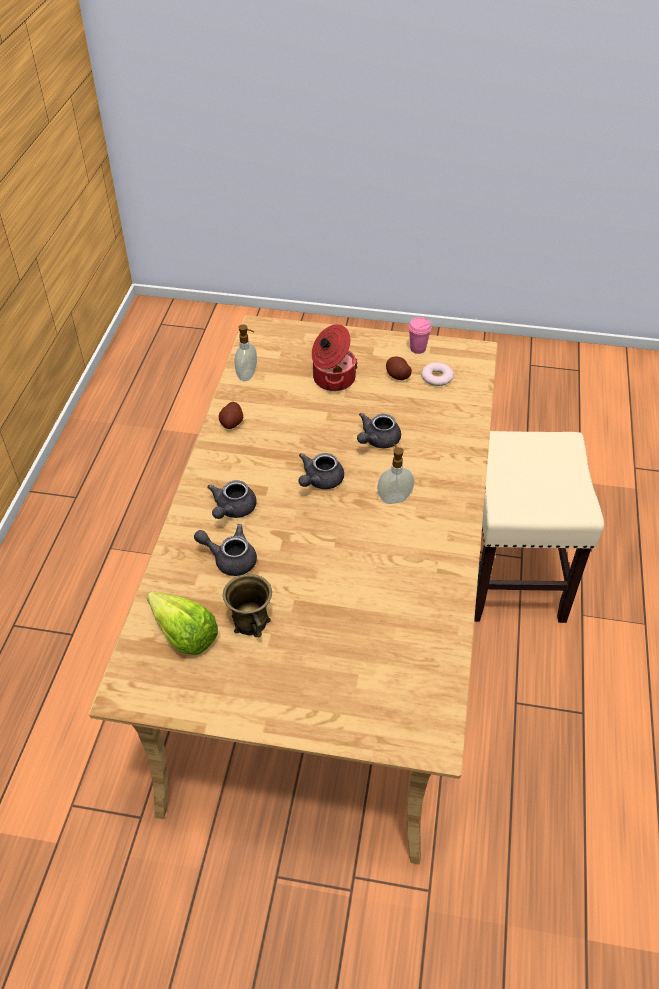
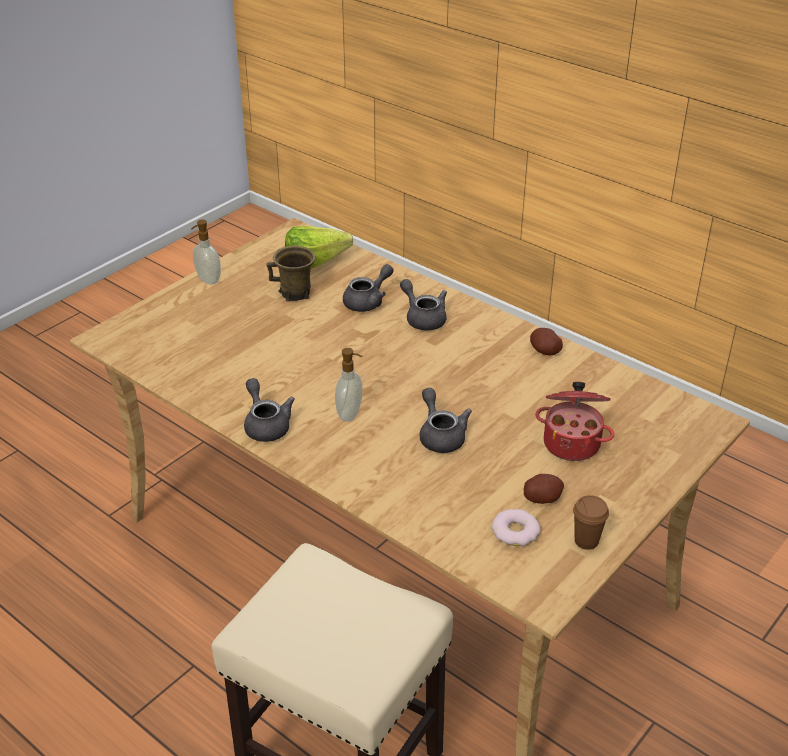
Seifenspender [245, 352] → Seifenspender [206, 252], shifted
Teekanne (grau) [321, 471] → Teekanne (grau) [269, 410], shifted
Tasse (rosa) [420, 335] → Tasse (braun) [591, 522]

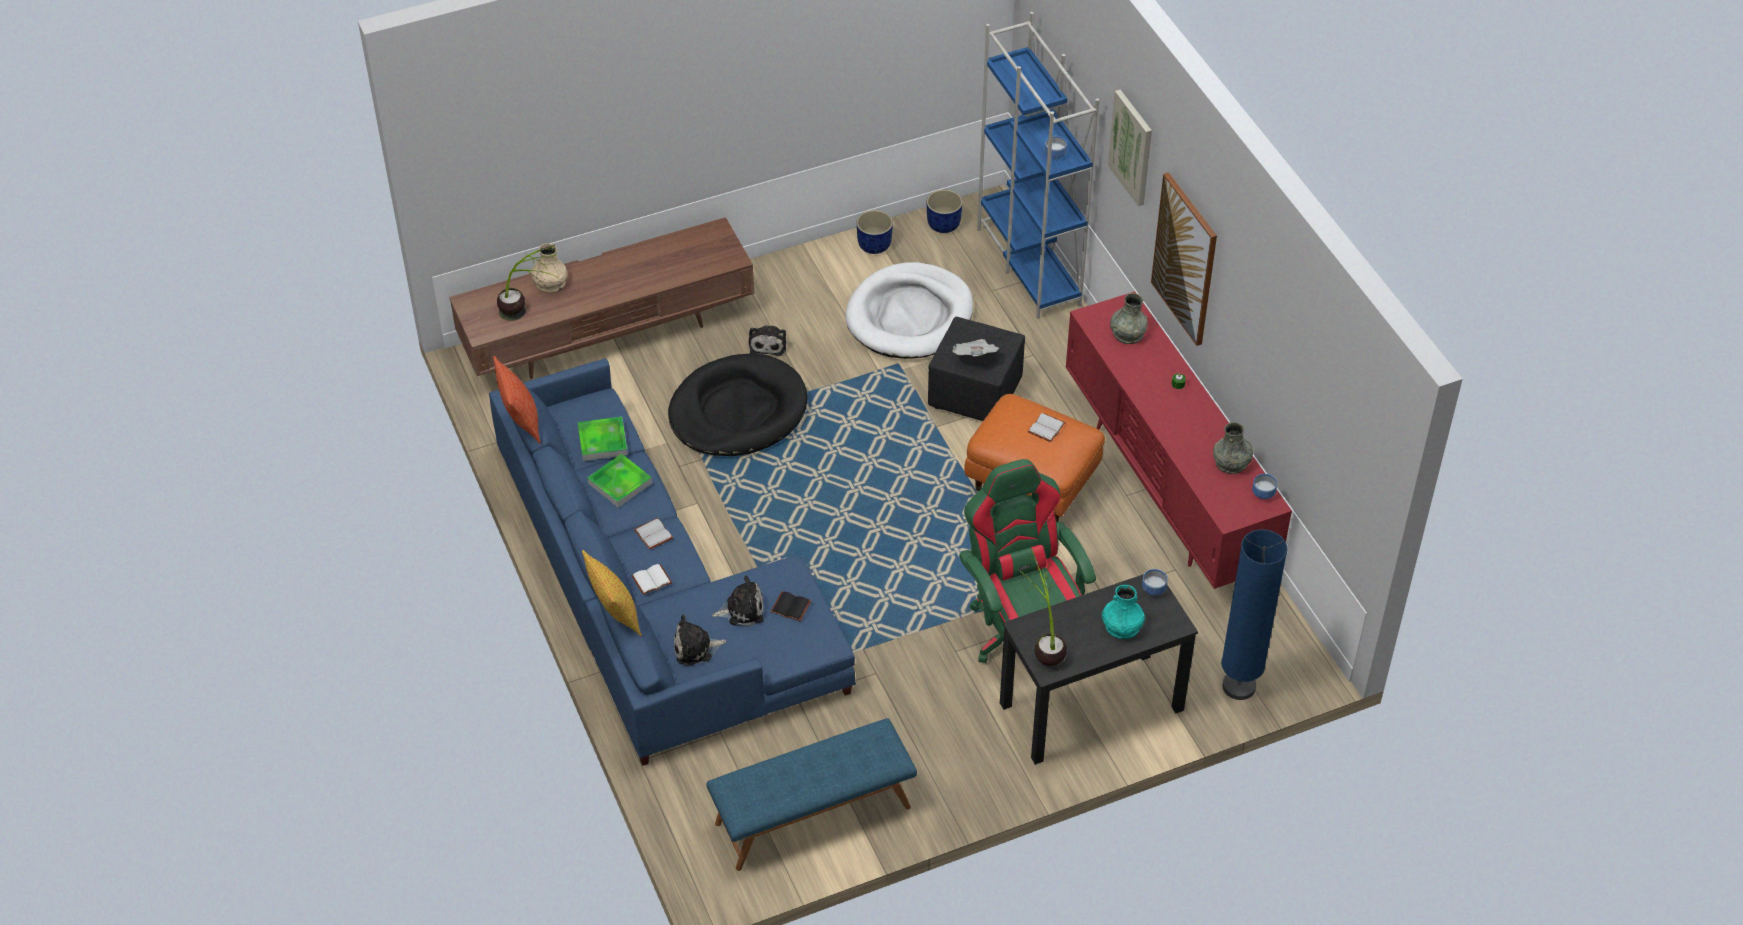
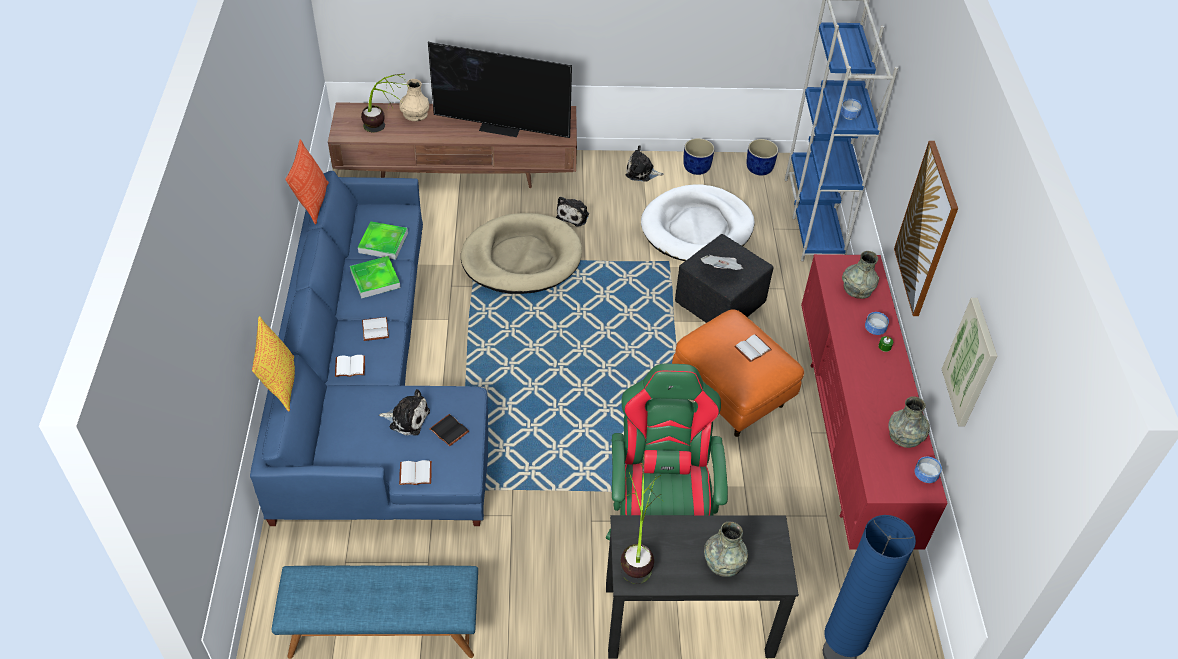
- → Buch (weiß) [415, 472]
- → Fernseher [500, 90]
Hundebett (schwarz) [737, 405] → Hundebett (beige) [521, 253]
Plüschtier [700, 640] → Plüschtier [645, 163], shifted
Vase (türkis) [1123, 612] → Vase (grau) [726, 549]
Schüssel [1154, 582] → Schüssel [877, 323], shifted
Bild [1130, 148] → Bild [969, 362], shifted

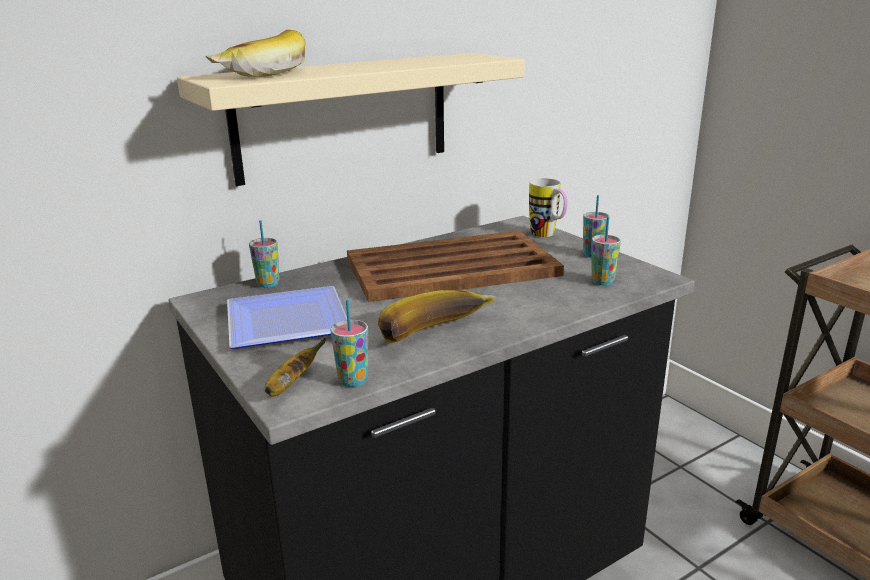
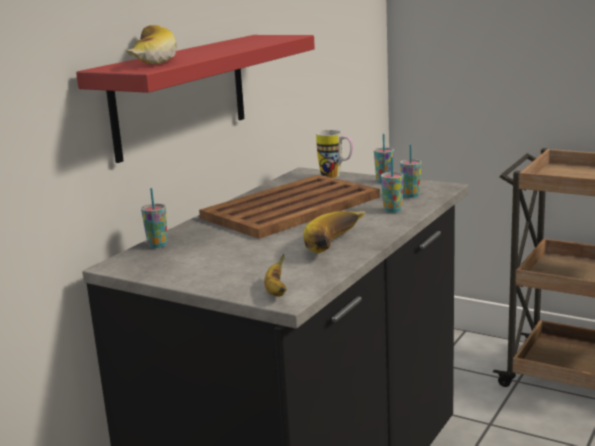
Wandregal (beige) [351, 119] → Wandregal (rot) [195, 99]
Tasse [349, 343] → Tasse [392, 185], shifted
Teller [287, 317] → -

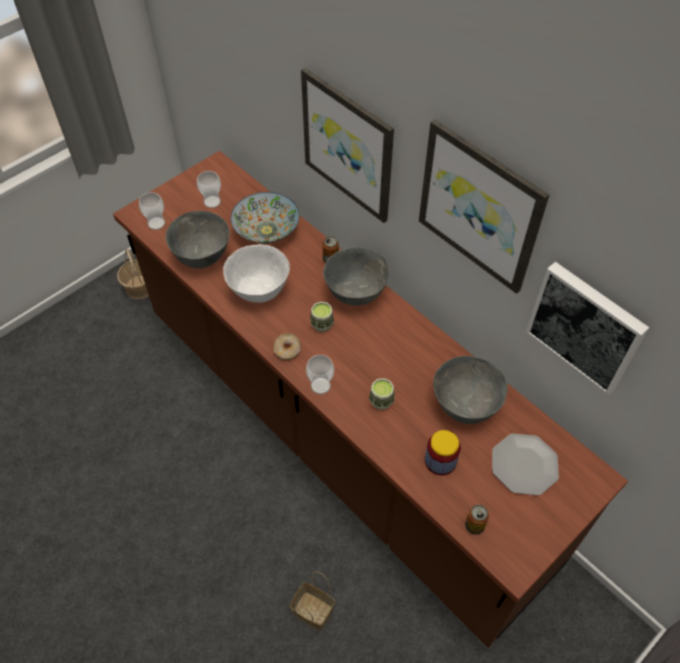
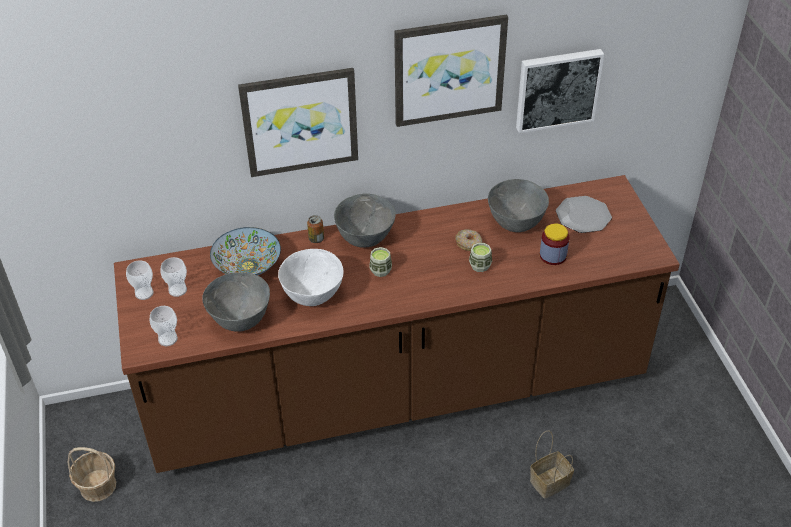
Tasse [320, 375] → Tasse [140, 280], shifted
Donut [287, 347] → Donut [468, 240], shifted
Dose [477, 520] → -

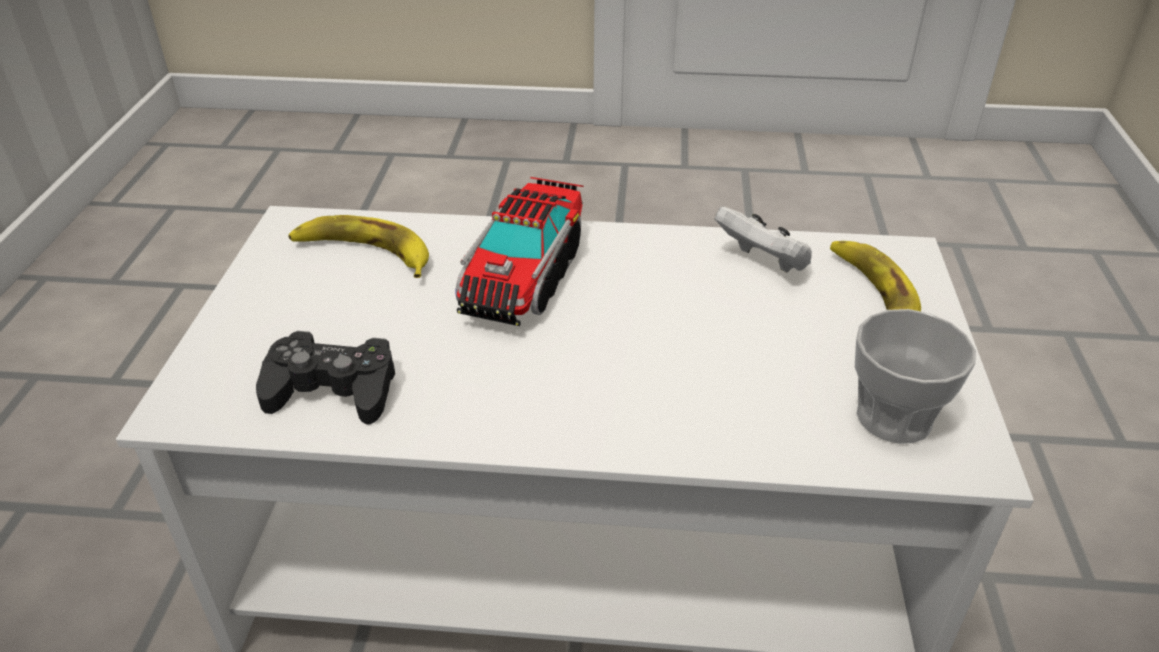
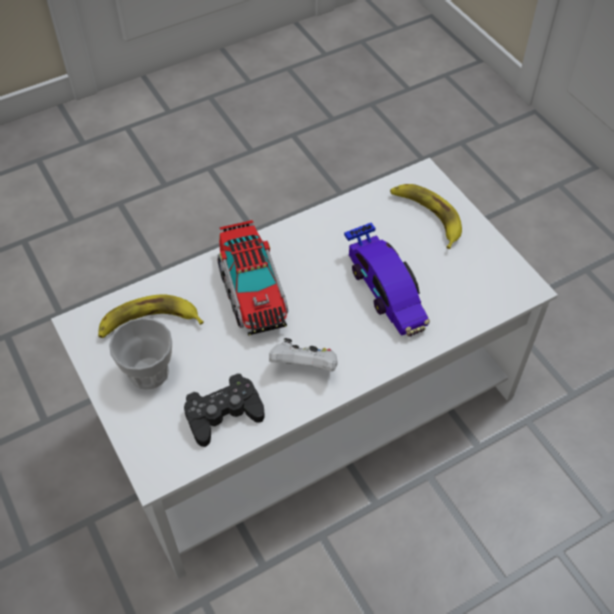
Tasse [915, 376] → Tasse [140, 354], shifted
Gamepad (weiß) [763, 240] → Gamepad (weiß) [303, 354], shifted
- → Spielzeugauto [387, 280]

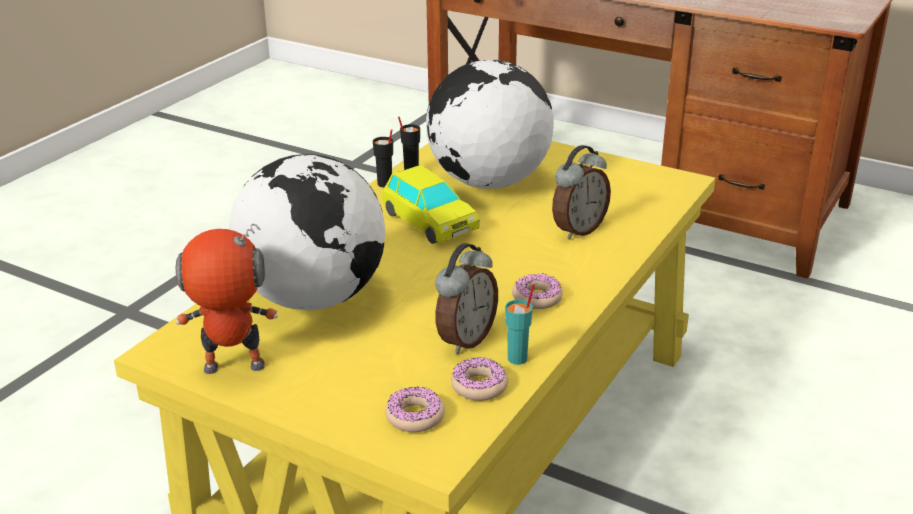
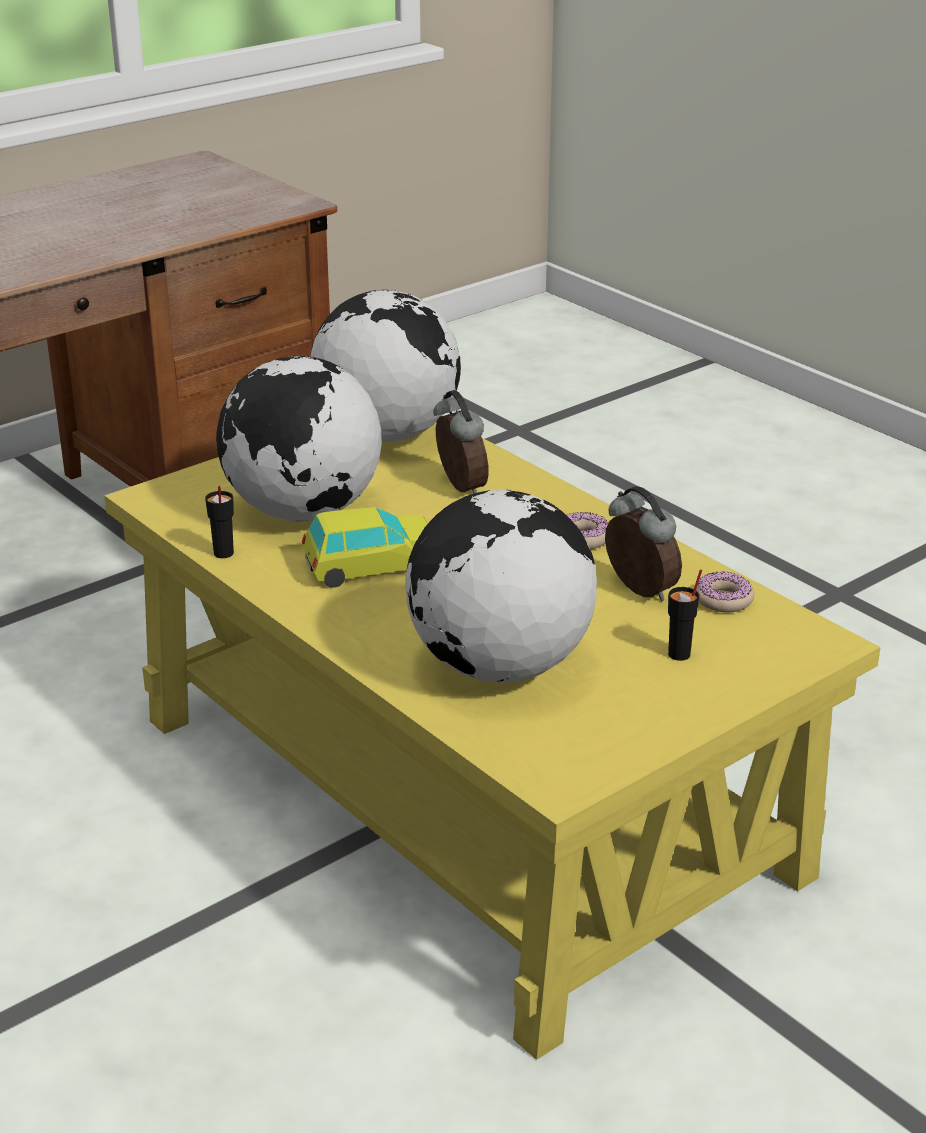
- → Globus [386, 366]
Tasse (schwarz) [383, 158] → Tasse (schwarz) [685, 615], shifted
Spielzeugroboter [227, 299] → -
Donut [415, 409] → -
Tasse (türkis) [520, 324] → -

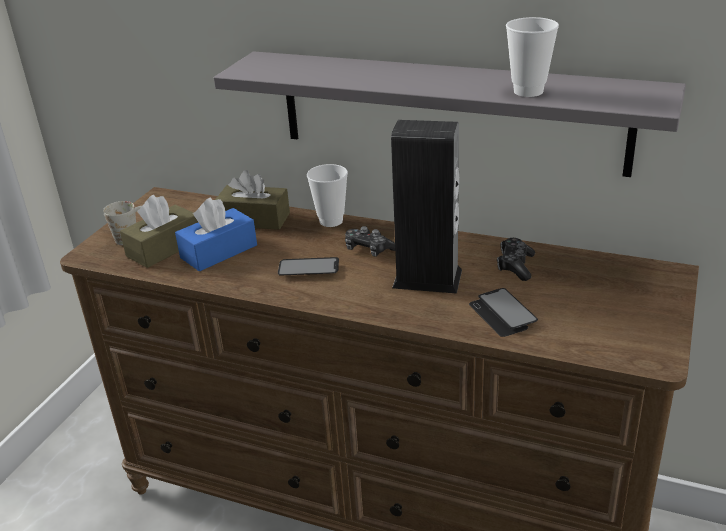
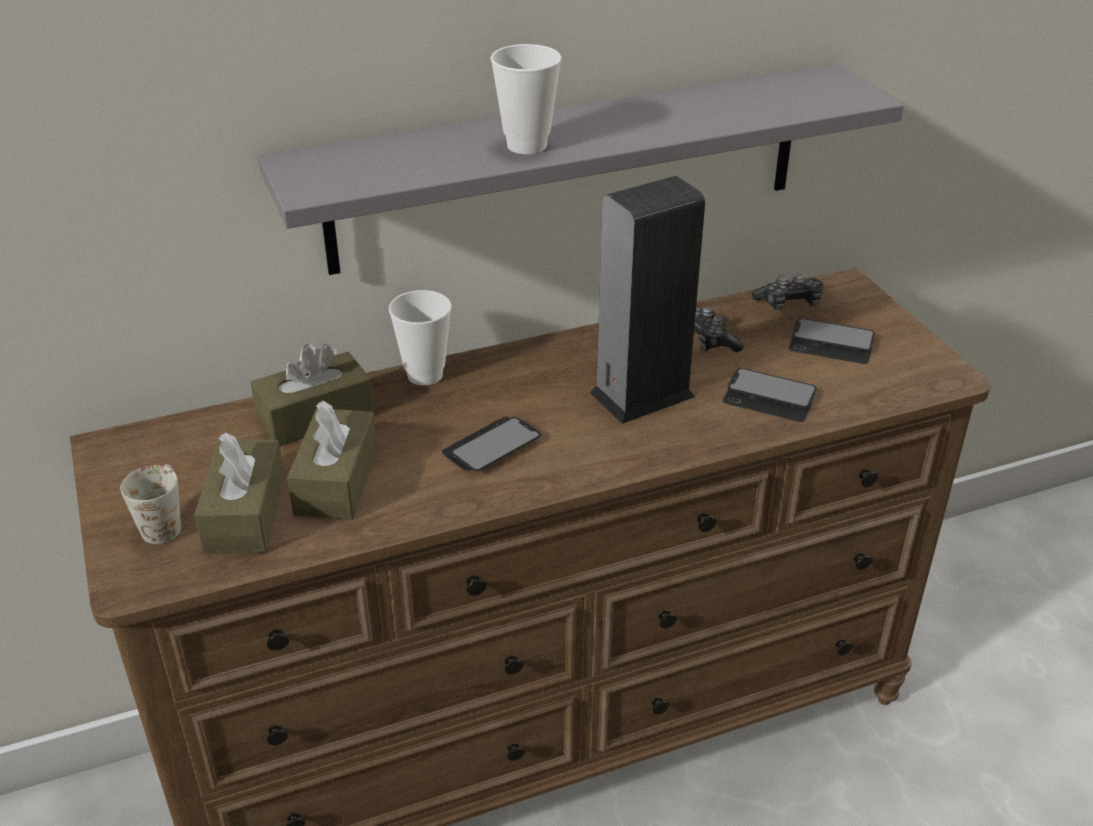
Taschentuchbox (blau) [216, 234] → Taschentuchbox (braun) [332, 460]
Tasse [532, 57] → Tasse [526, 99], shifted
Gamepad [370, 241] → Gamepad [787, 292], shifted
- → Handy [832, 341]

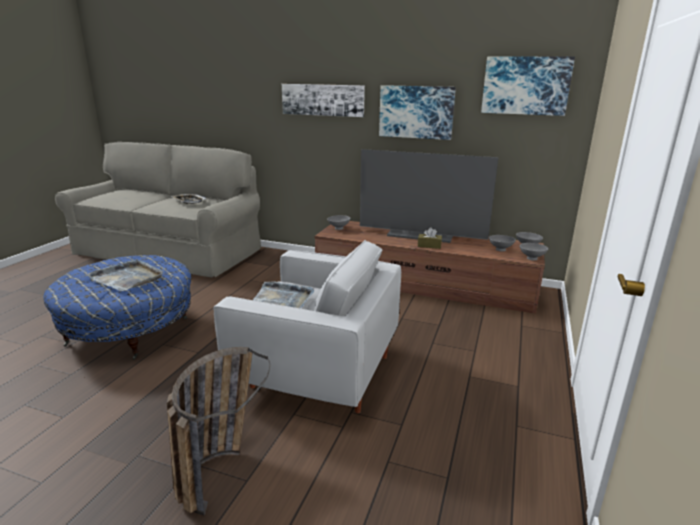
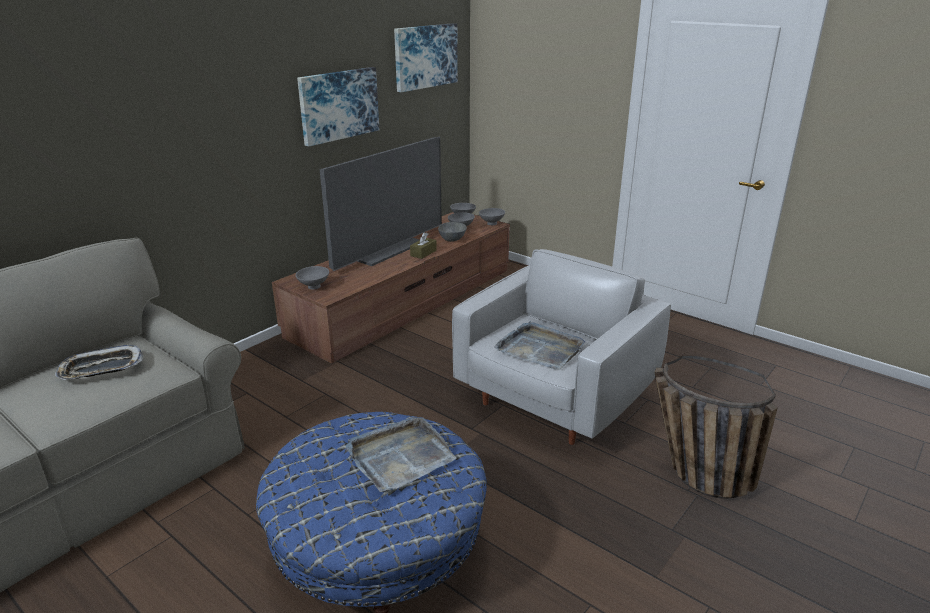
- → Schüssel (grau) [452, 232]
Bild [323, 100] → -

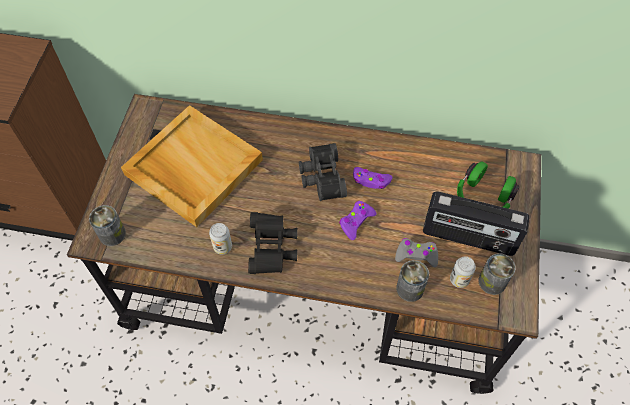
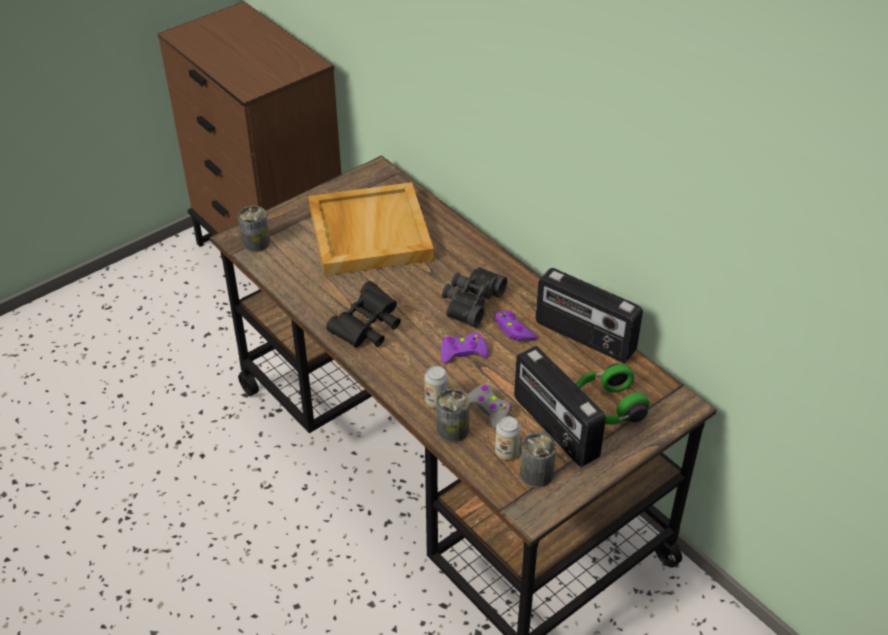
Dose [220, 238] → Dose [436, 387], shifted
- → Radio [589, 315]

